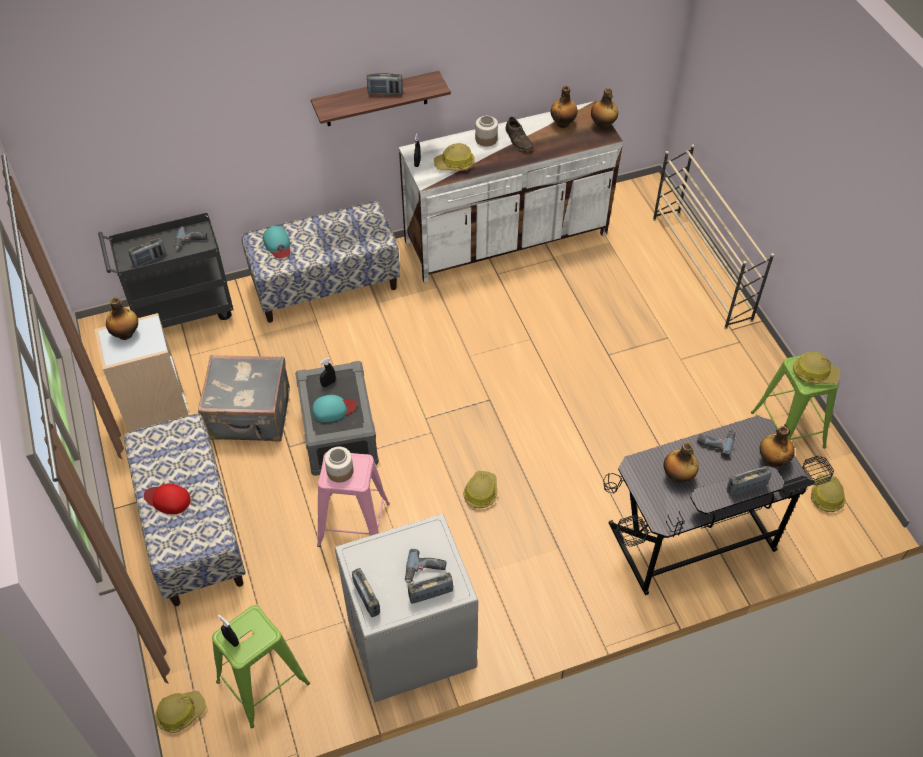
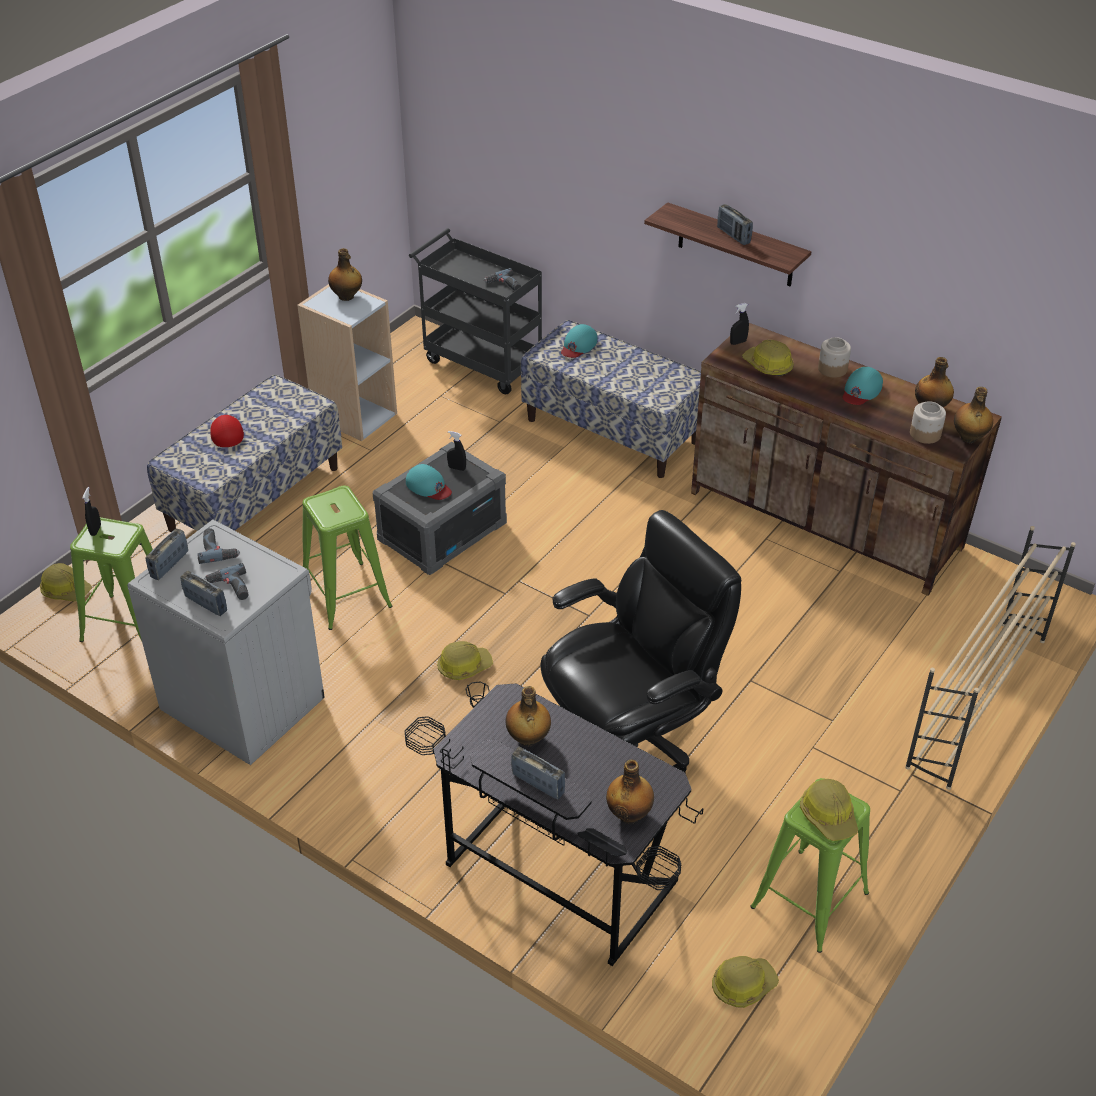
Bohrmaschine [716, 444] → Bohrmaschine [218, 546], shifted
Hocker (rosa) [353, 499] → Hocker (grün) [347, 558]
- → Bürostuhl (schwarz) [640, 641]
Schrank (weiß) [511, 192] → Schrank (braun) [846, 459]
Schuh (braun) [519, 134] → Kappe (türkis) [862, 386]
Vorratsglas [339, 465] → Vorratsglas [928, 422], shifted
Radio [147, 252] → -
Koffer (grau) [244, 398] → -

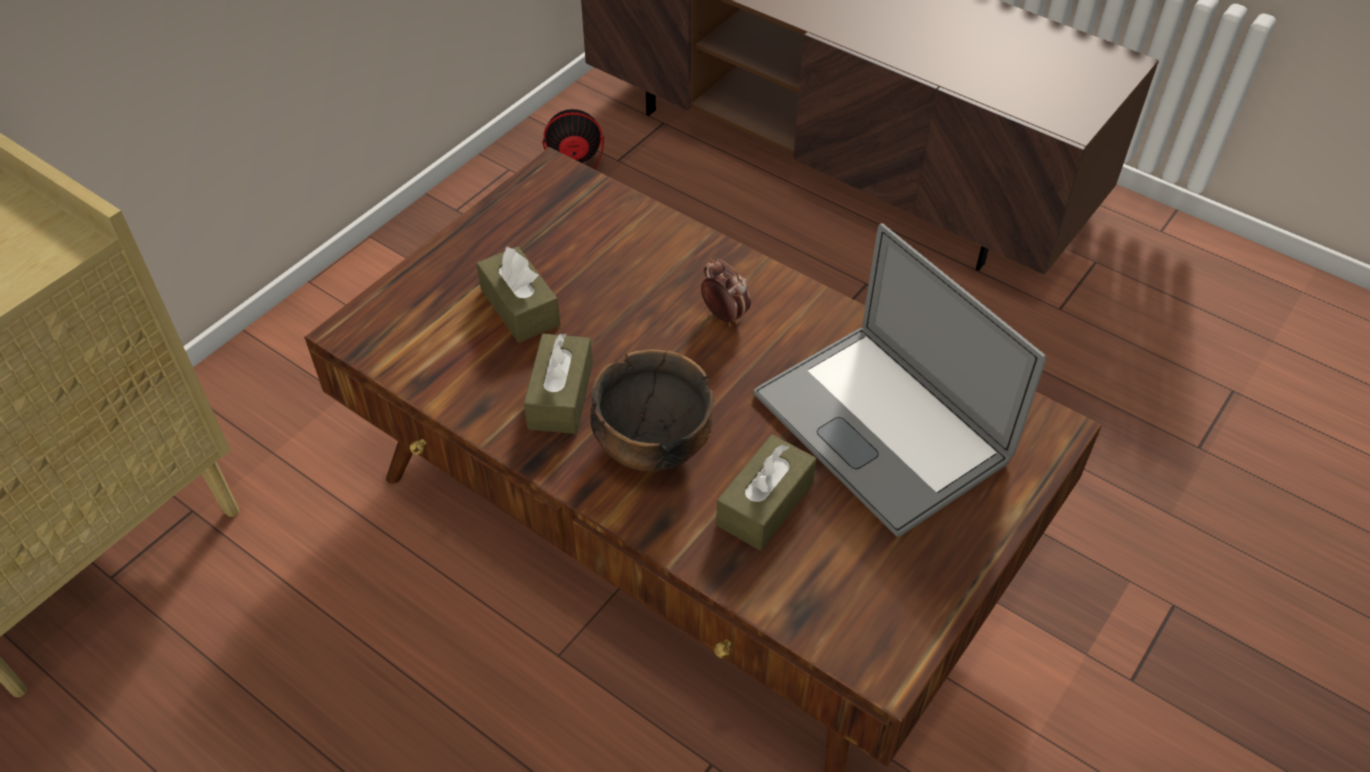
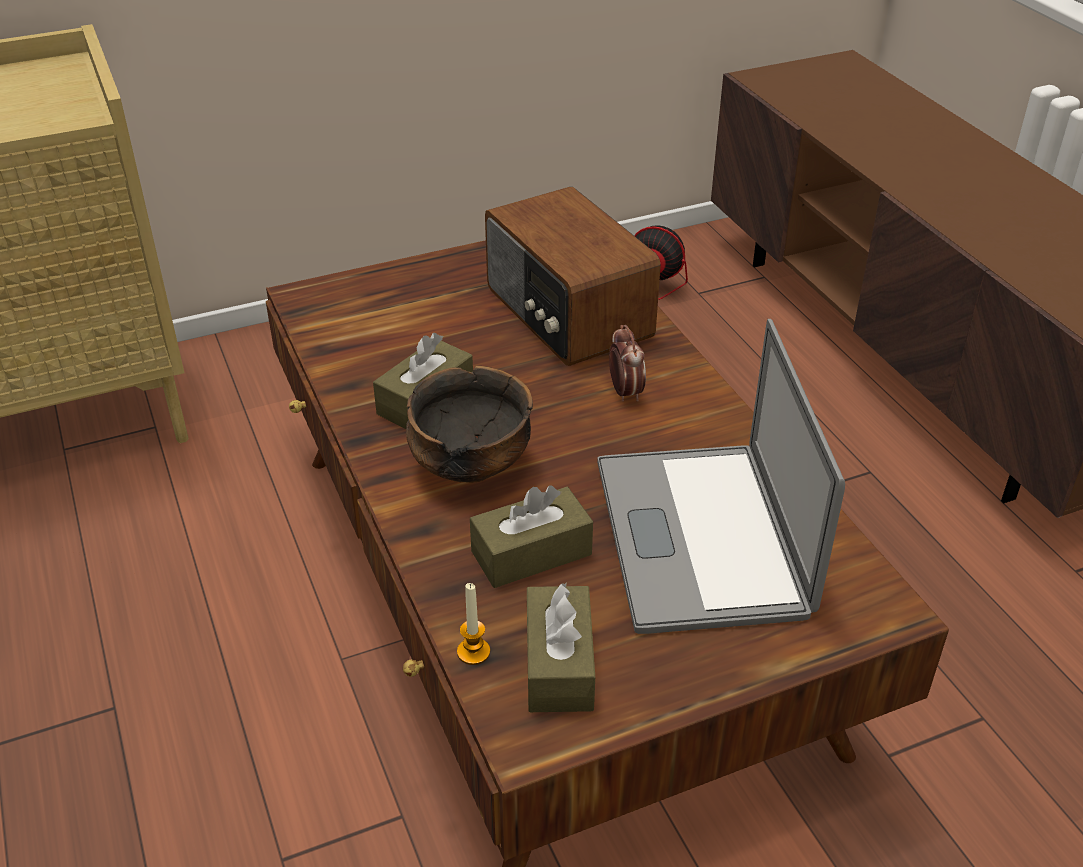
- → Kerze [473, 624]
- → Radio [573, 276]
Taschentuchbox (braun) [518, 294] → Taschentuchbox (braun) [561, 647], shifted

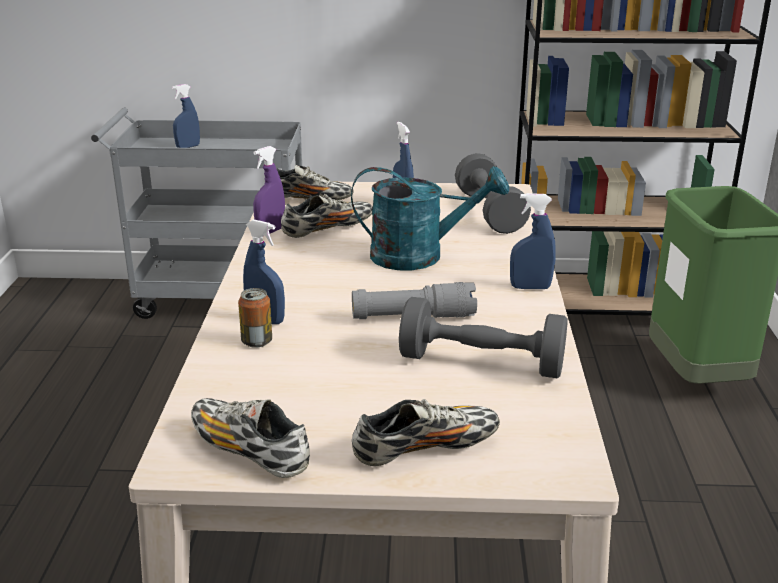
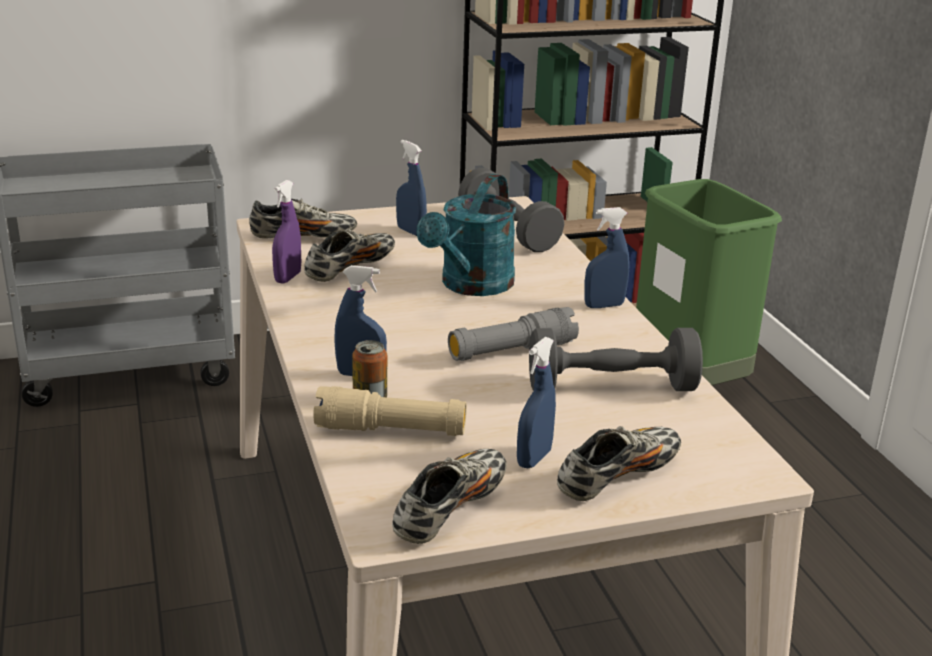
- → Taschenlampe (beige) [390, 411]
Schuh [250, 438] → Schuh [449, 496], 105 degrees clockwise
Gießkanne (türkis) [430, 218] → Gießkanne (türkis) [466, 235], 135 degrees clockwise
Sprühflasche (blau) [186, 116] → Sprühflasche (blau) [536, 402], shifted

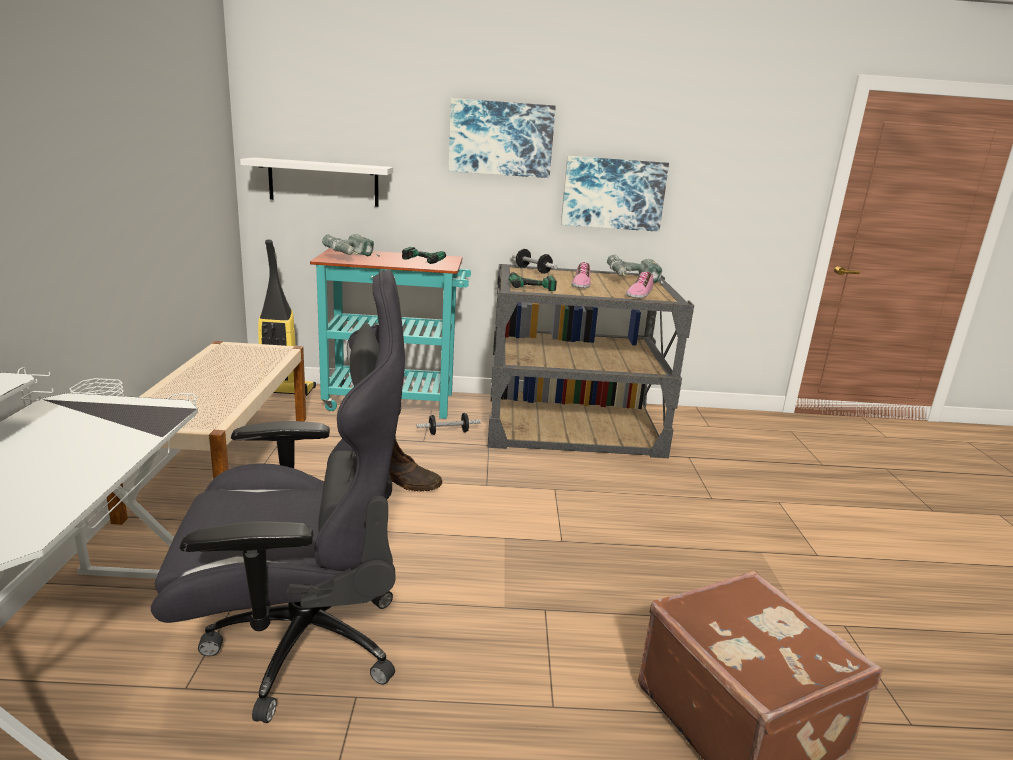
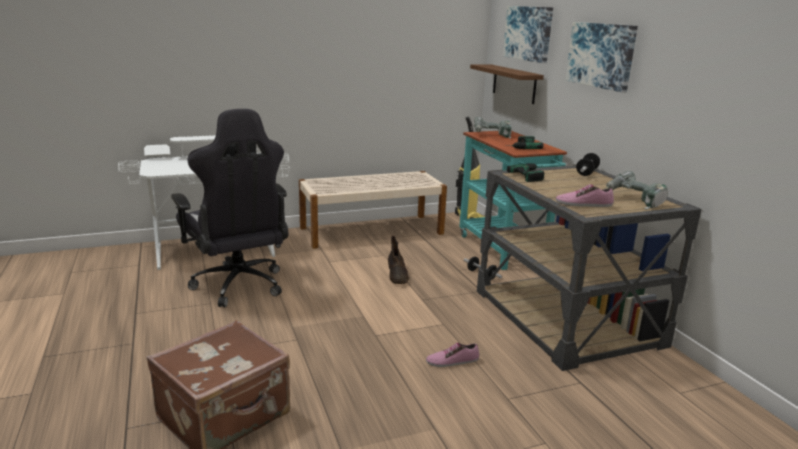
Schuh [581, 275] → Schuh [452, 355], shifted
Wandregal (weiß) [316, 182] → Wandregal (braun) [507, 84]
Bild [615, 194] → Bild [528, 34], shifted

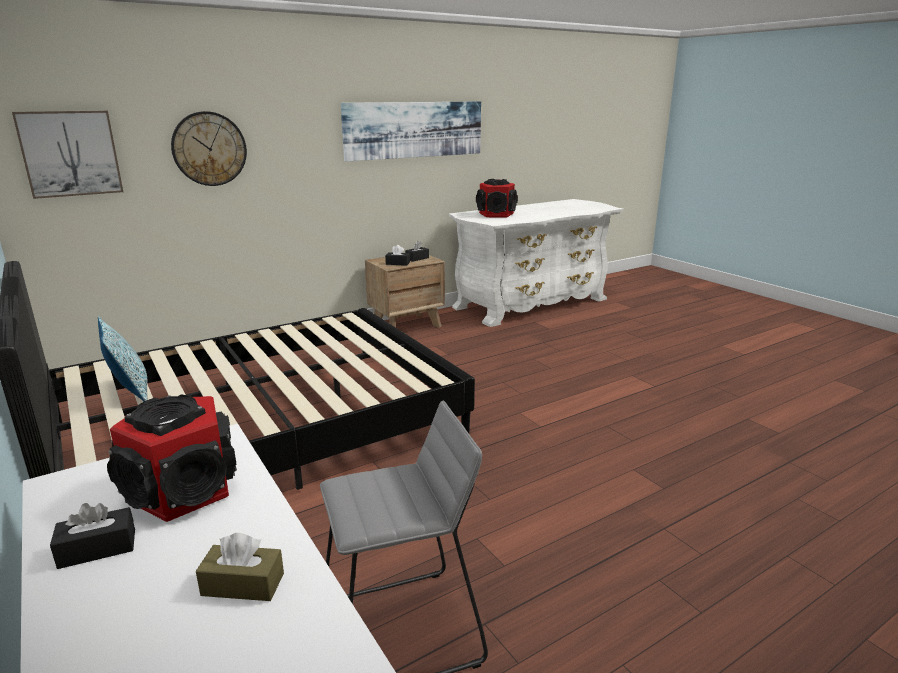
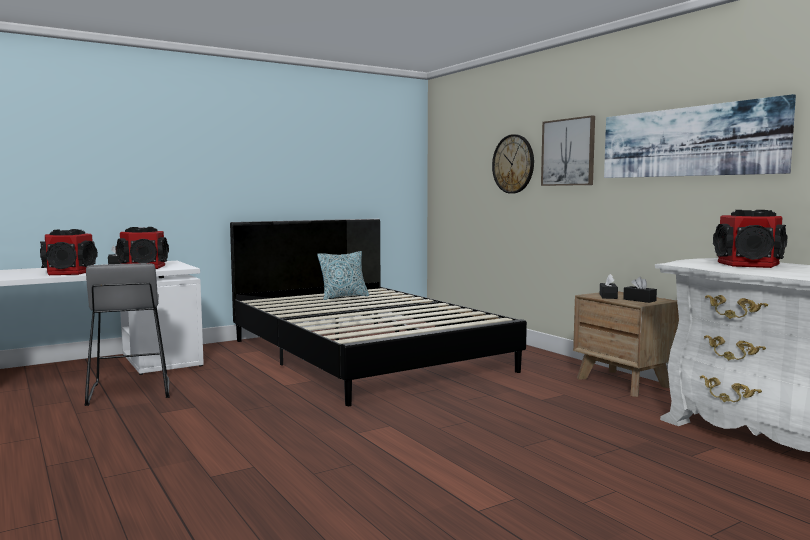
Taschentuchbox (braun) [240, 567] → Lautsprecher [69, 252]
Bild [67, 155] → Bild [568, 151], shifted

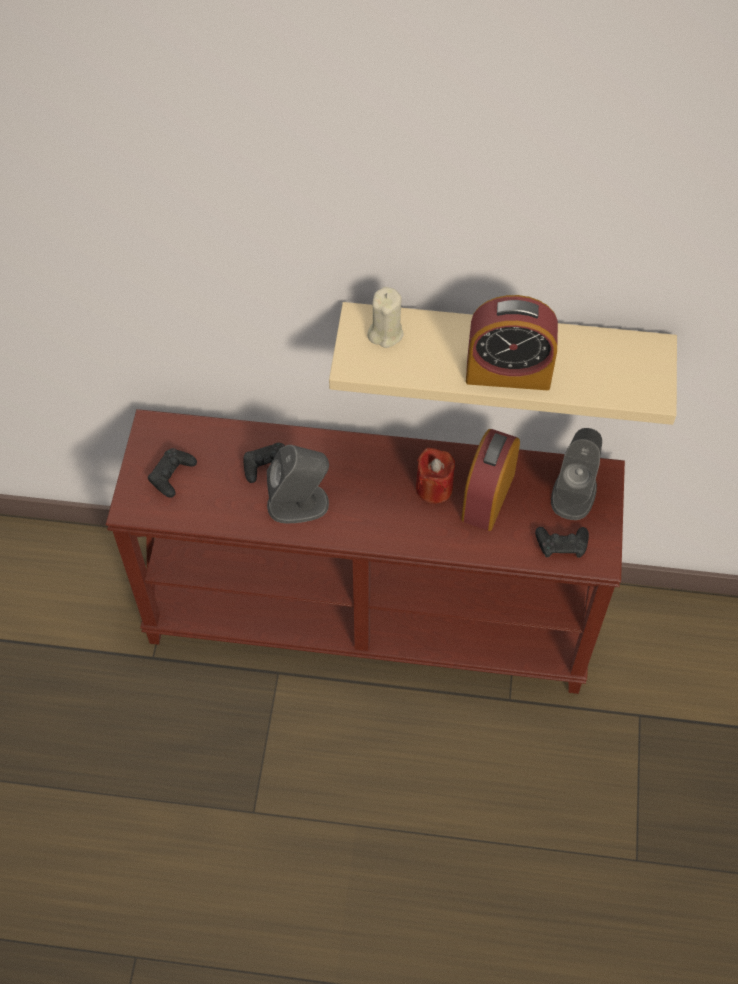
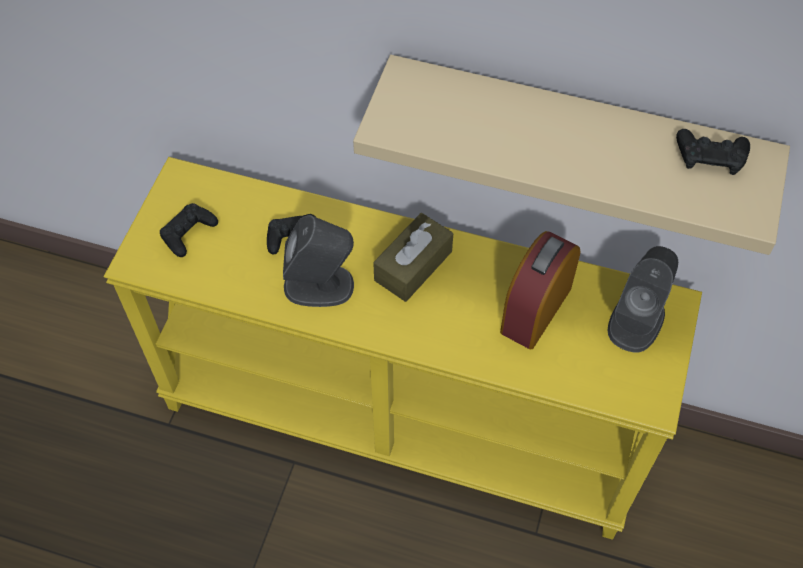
Konsolentisch (braun) [365, 551] → Konsolentisch (gelb) [403, 348]
- → Taschentuchbox (braun) [413, 257]
Gamepad (schwarz) [562, 542] → Gamepad (schwarz) [713, 152], shifted
Kerze (beige) [385, 317] → -
Kerze (rot) [435, 476] → -
Wecker [512, 342] → -

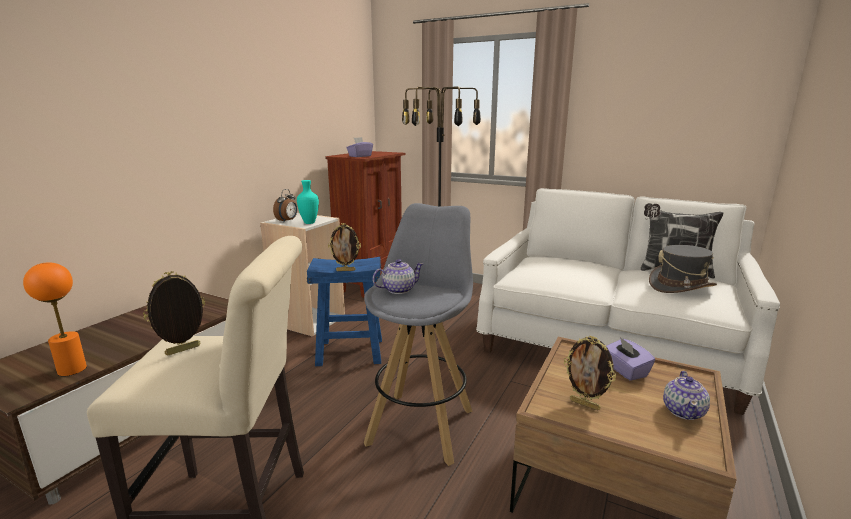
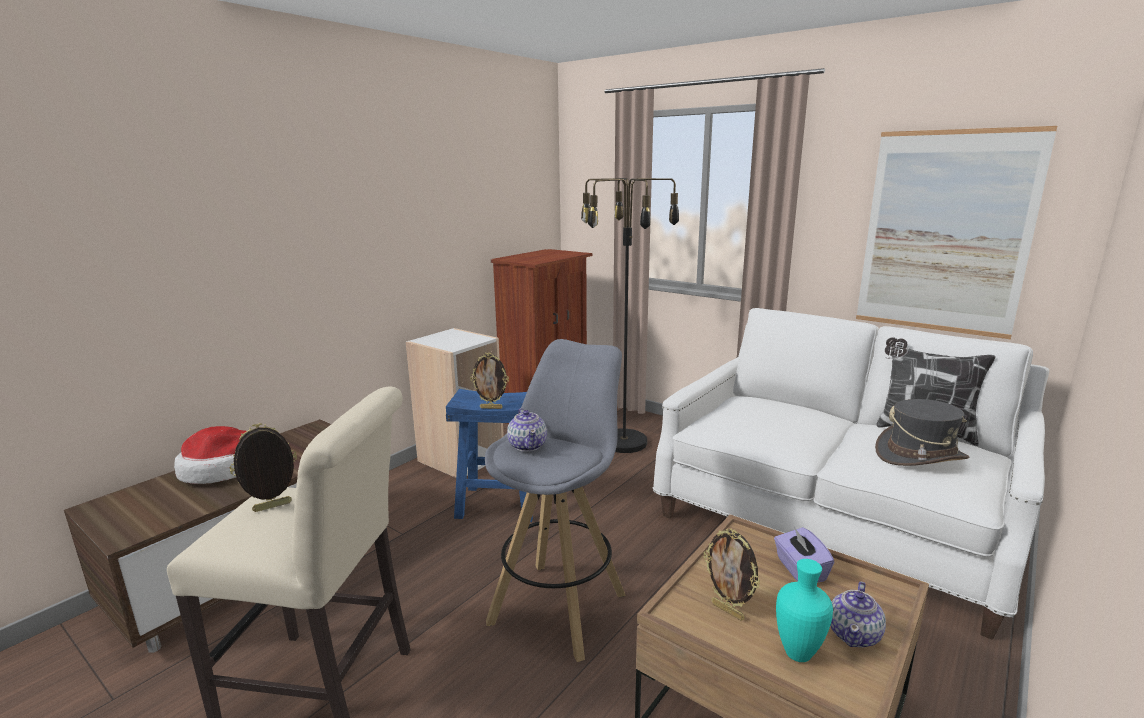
- → Hut [210, 455]
Teekanne [397, 276] → Teekanne [527, 430], 90 degrees clockwise
Vase (türkis) [308, 202] → Vase (türkis) [804, 610], shifted
- → Bild [956, 232]
Tischlampe (orange) [55, 319] → -
Wecker [285, 205] → -
Taschentuchbox (lila) [359, 147] → -

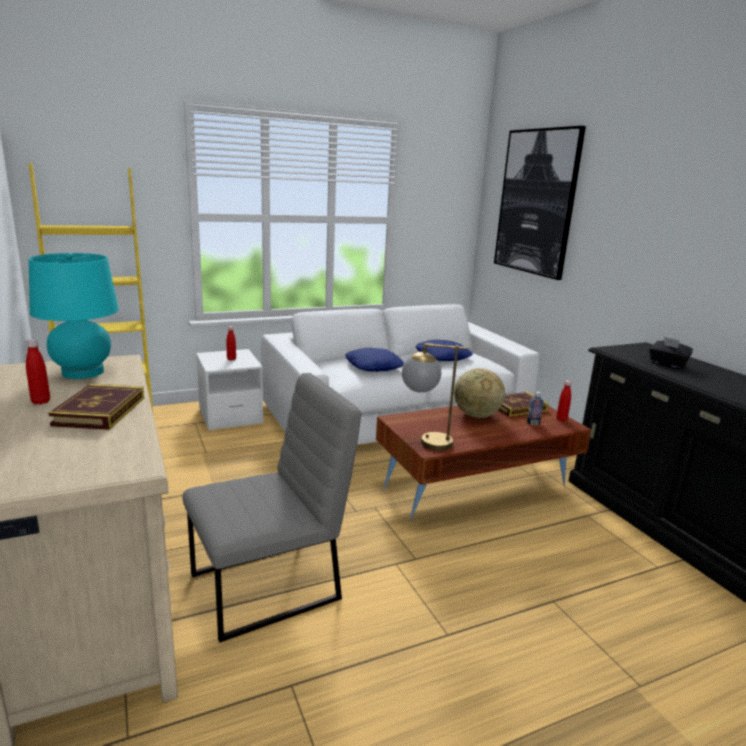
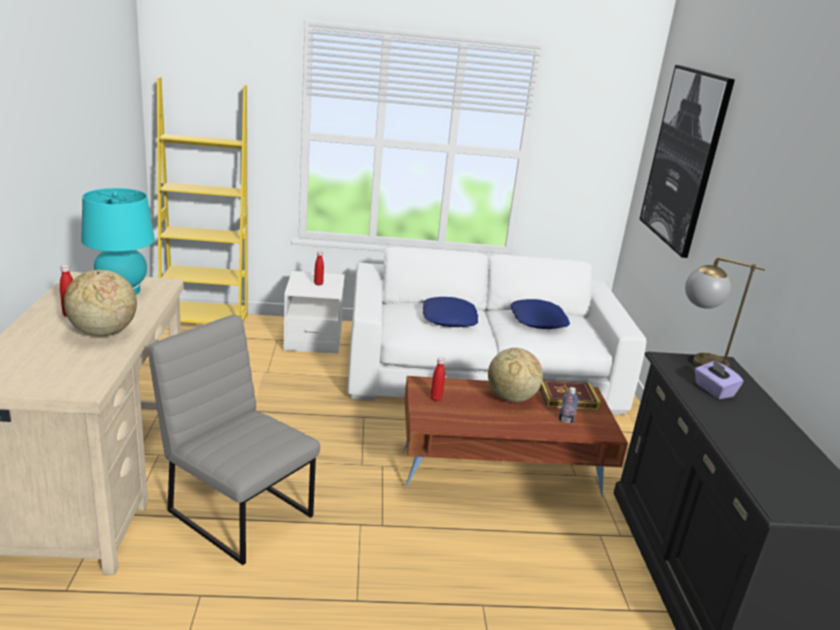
Buch [96, 407] → Globus [100, 303]
Stuhl (grau) [272, 507] → Stuhl (grau) [234, 439], 135 degrees counterclockwise
Flasche (rot) [564, 400] → Flasche (rot) [438, 379], shifted
Tischlampe [434, 397] → Tischlampe [725, 311], shifted
Taschentuchbox (schwarz) [671, 352] → Taschentuchbox (lila) [719, 379]

